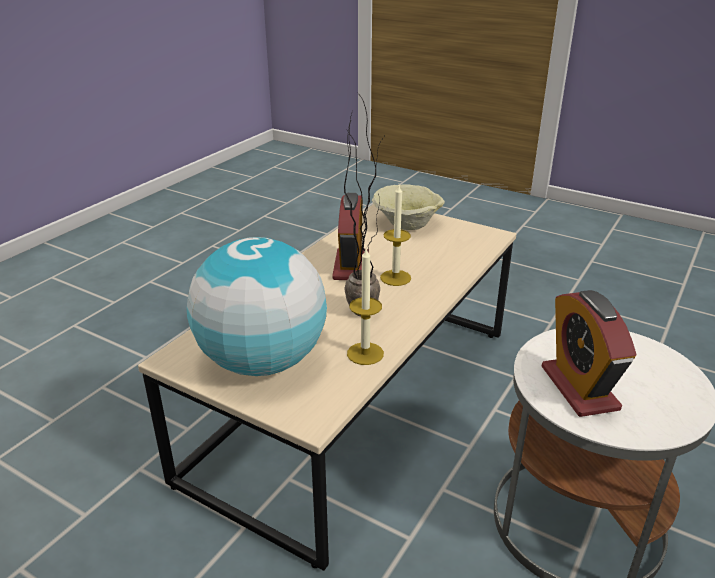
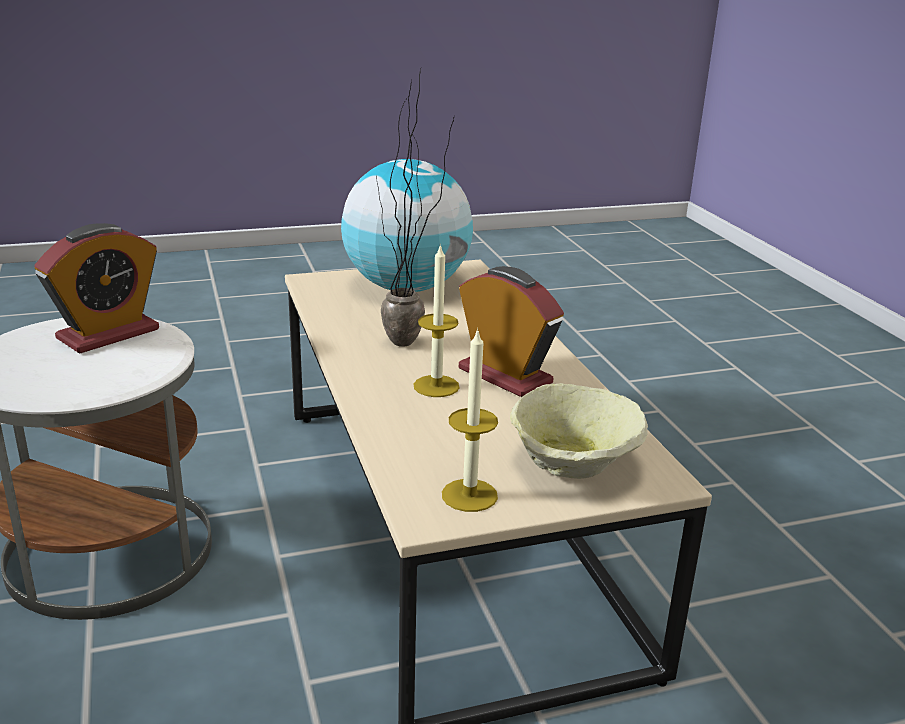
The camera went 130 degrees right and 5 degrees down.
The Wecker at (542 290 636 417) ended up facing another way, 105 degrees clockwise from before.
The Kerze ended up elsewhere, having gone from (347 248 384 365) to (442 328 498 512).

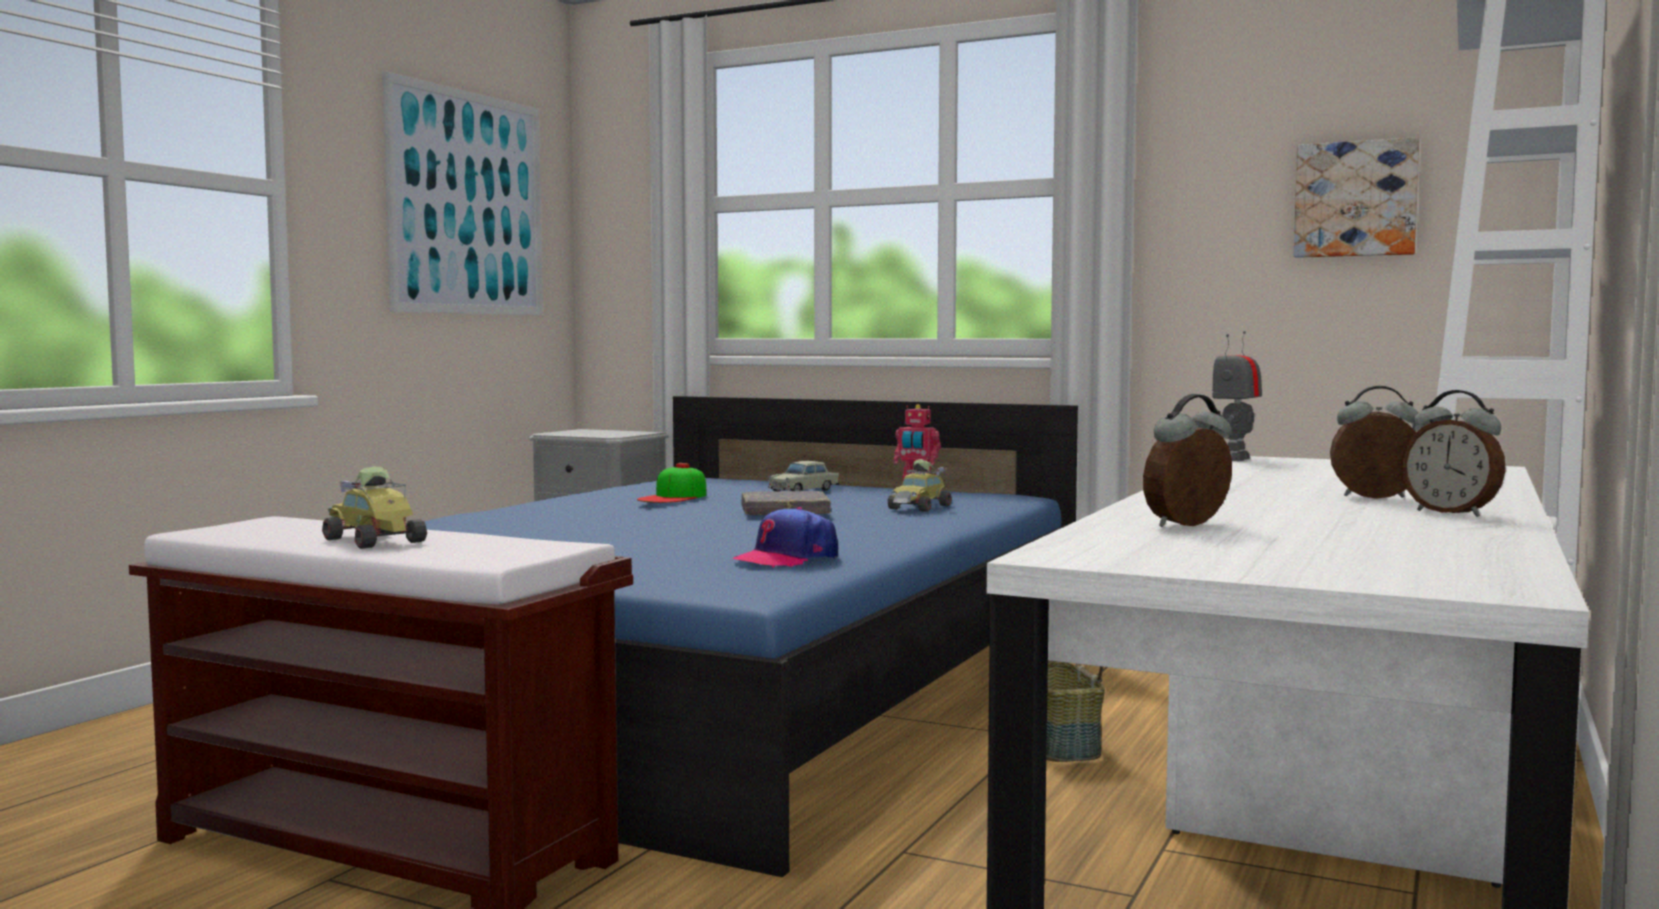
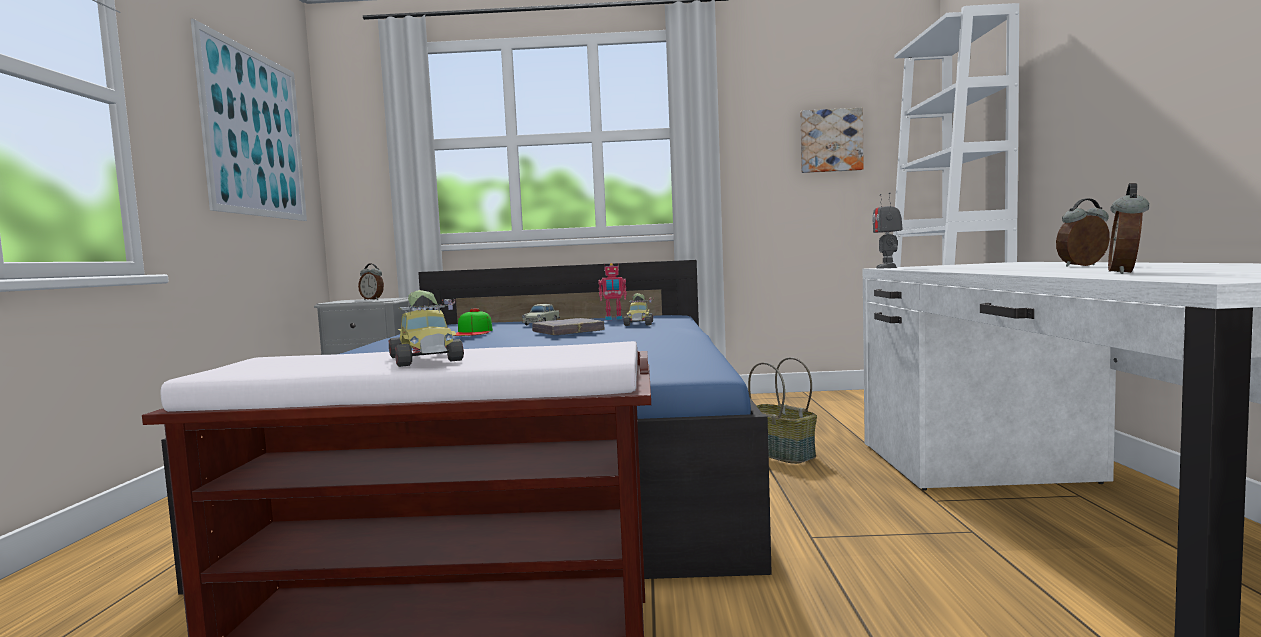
The camera went 25 degrees left and 0 degrees up.
The Wecker ended up elsewhere, having gone from (1401 390 1506 517) to (358 263 384 300).
The Spielzeugauto at (322 466 427 549) ended up facing another way, 135 degrees counterclockwise from before.
The second view lost the Kappe at (732 507 838 568).

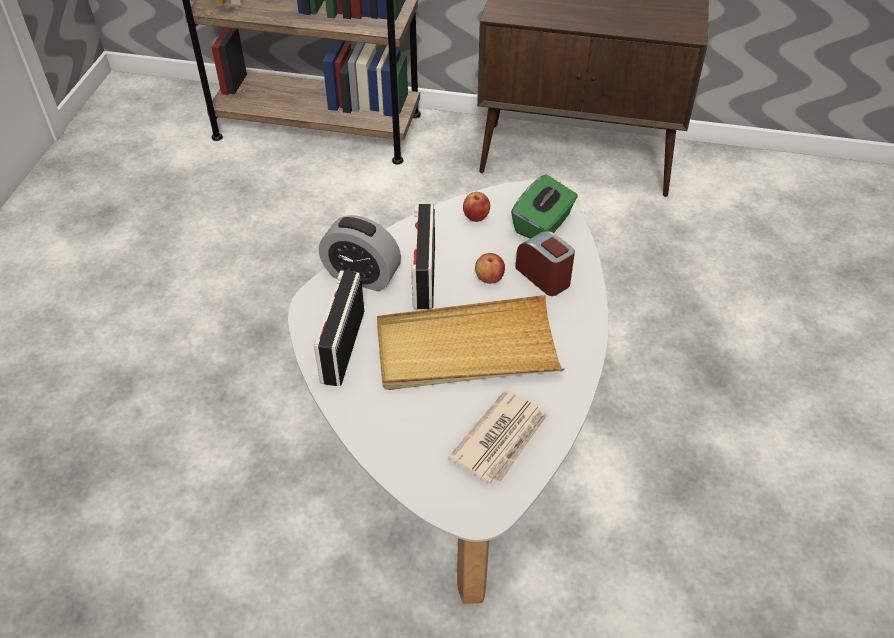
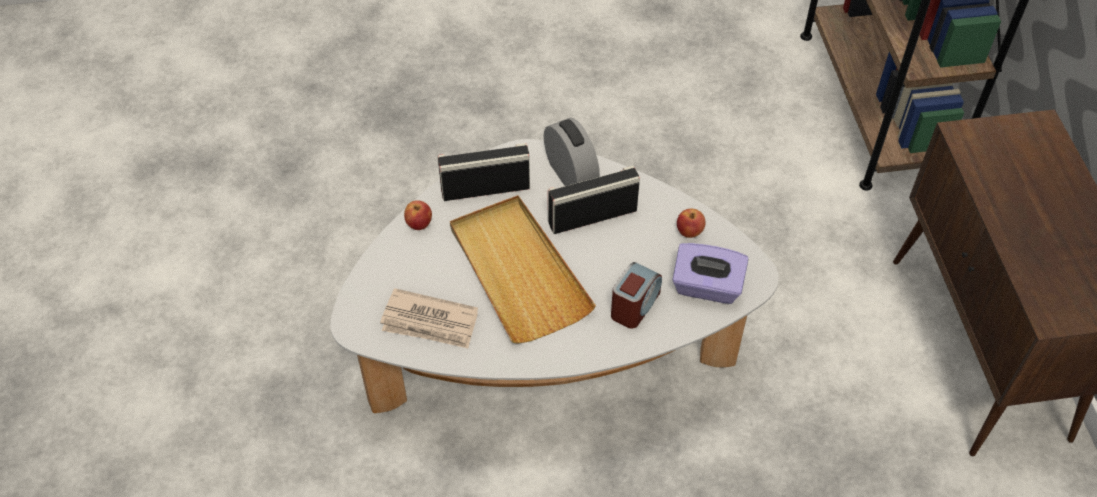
The camera went 70 degrees right and 5 degrees up.
The Apfel ended up elsewhere, having gone from (475 253 505 284) to (404 200 432 230).
The Wecker at (319 215 401 291) ended up facing another way, 150 degrees clockwise from before.
What was the Taschentuchbox/grün at (511 174 578 239) turned into the Taschentuchbox/lila at (672 243 748 304).

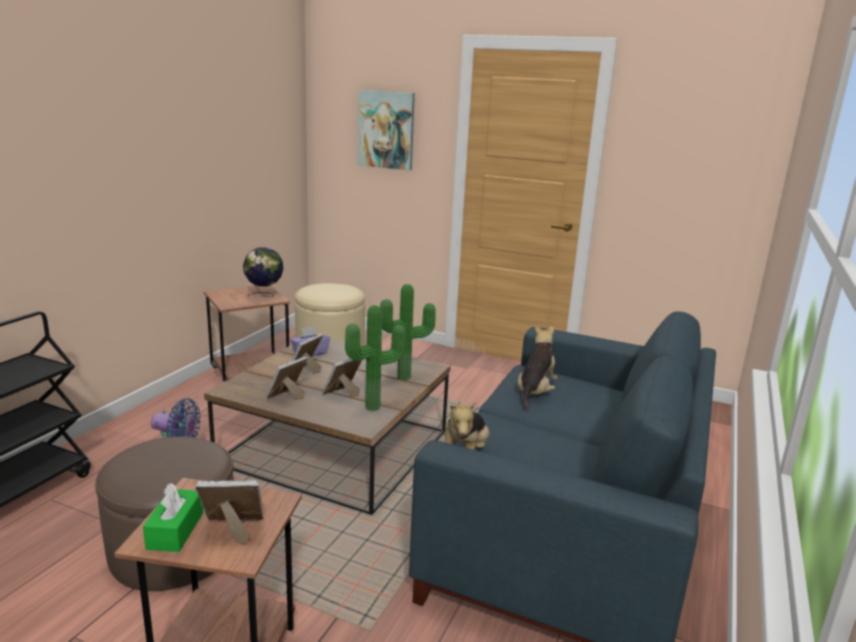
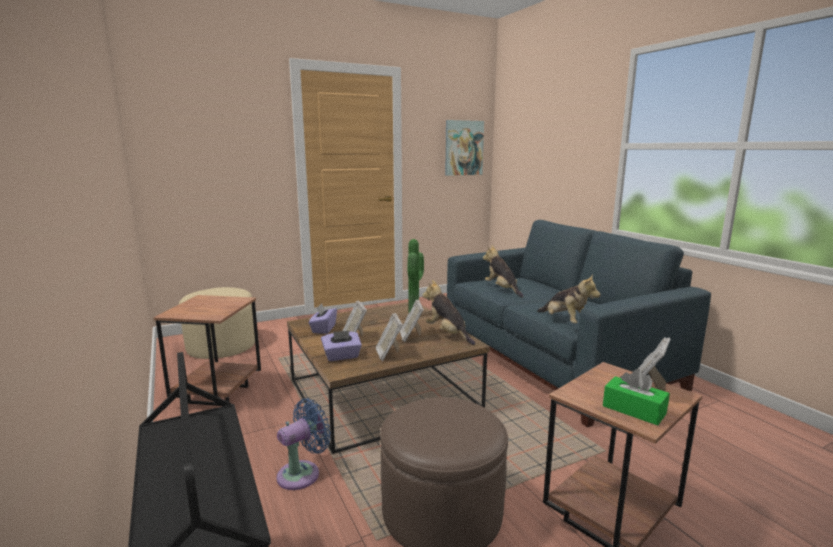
The camera went 50 degrees left and 5 degrees down.
The second view gained the Taschentuchbox/lila at (321 330 362 361).
Where the Topfpflanze stood at (345 305 406 411), the Plüschtier came to stand at (422 280 475 345).
The Bild ended up elsewhere, having gone from (358 90 415 171) to (445 120 484 176).
The second view lost the Globus at (243 247 283 297).

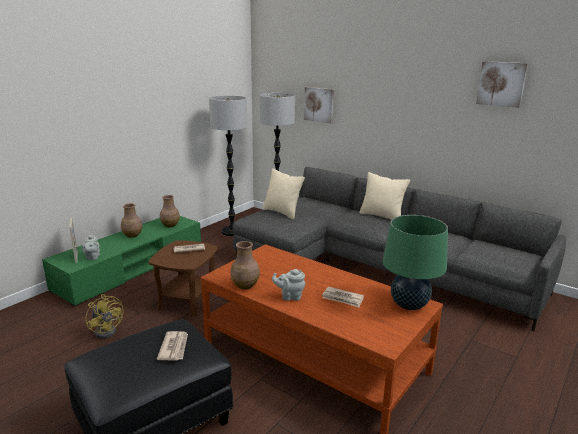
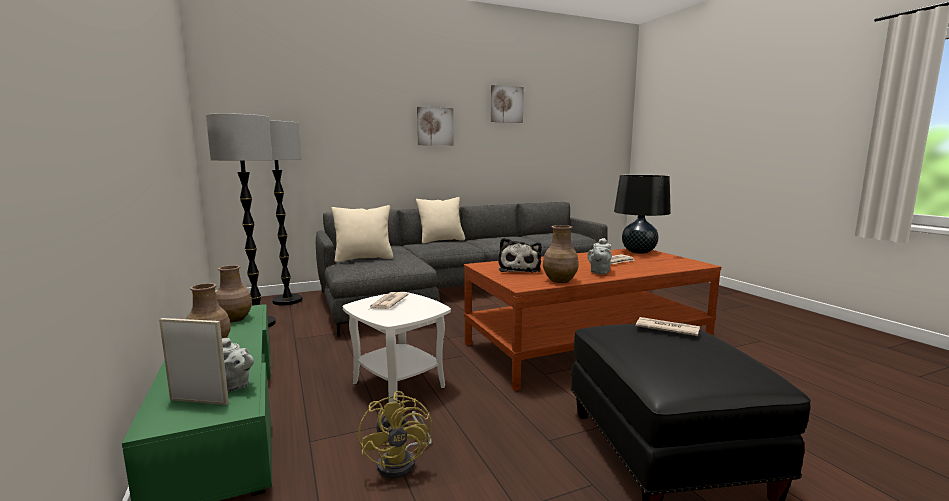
The camera went 60 degrees left and 10 degrees down.
What was the Beistelltisch/braun at (149 240 218 317) turned into the Beistelltisch/weiß at (343 292 451 403).
The Ventilator/gelb at (86 294 124 339) ended up facing another way, 90 degrees clockwise from before.
The Bild ended up elsewhere, having gone from (304 87 334 124) to (417 107 453 146).
The second view gained the Plüschtier at (498 238 542 272).
What was the Tischlampe/grün at (383 215 448 310) turned into the Tischlampe/schwarz at (614 175 671 254).

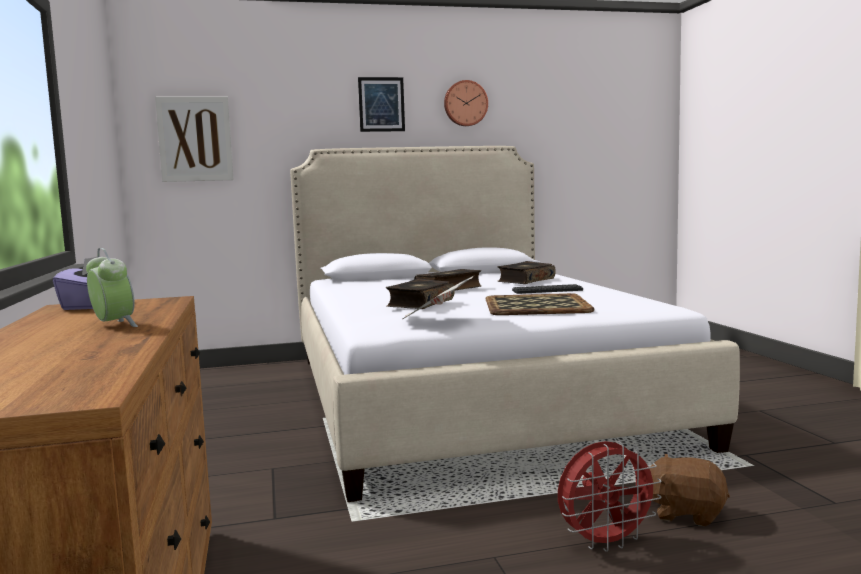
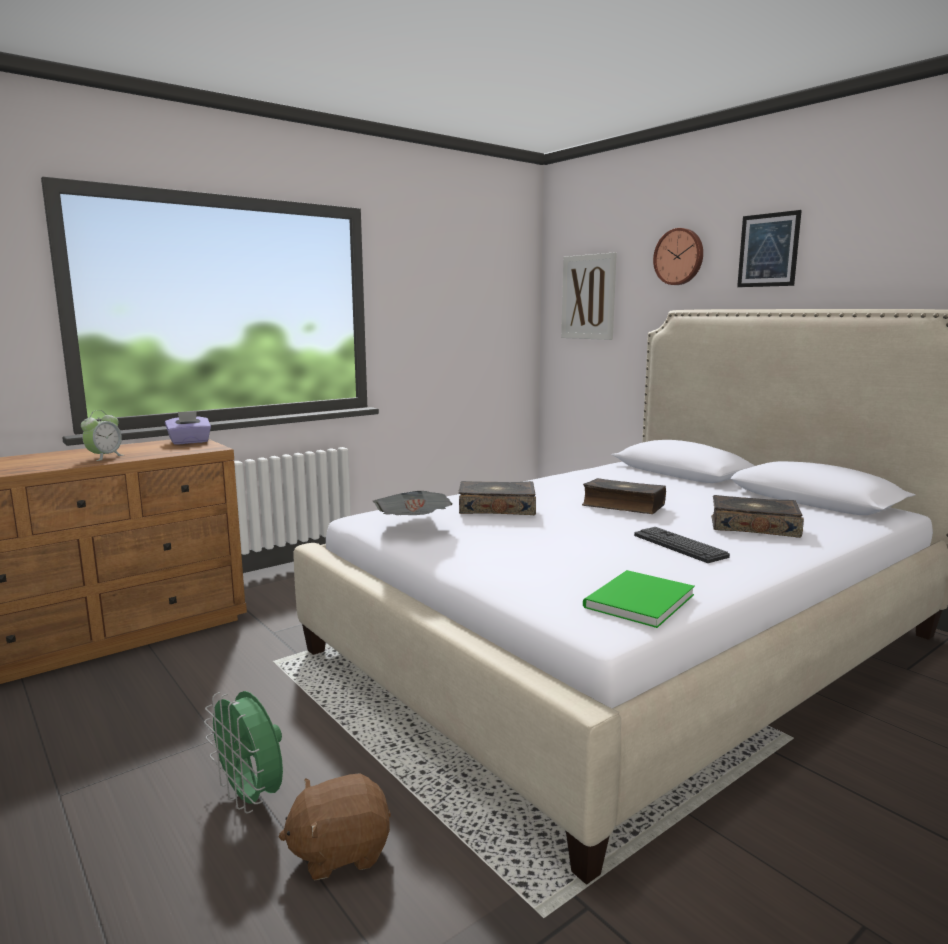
The camera went 65 degrees right and 5 degrees up.
What was the Ventilator/rot at (558 441 661 552) turned into the Ventilator/grün at (204 691 283 814).
The Plüschtier/braun at (650 454 730 526) ended up facing another way, 105 degrees counterclockwise from before.
The second view gained the Buch/grün at (583 570 695 628).
The Wanduhr ended up elsewhere, having gone from (444 80 488 126) to (653 228 703 285).
The second view lost the Tablett at (485 293 594 315).

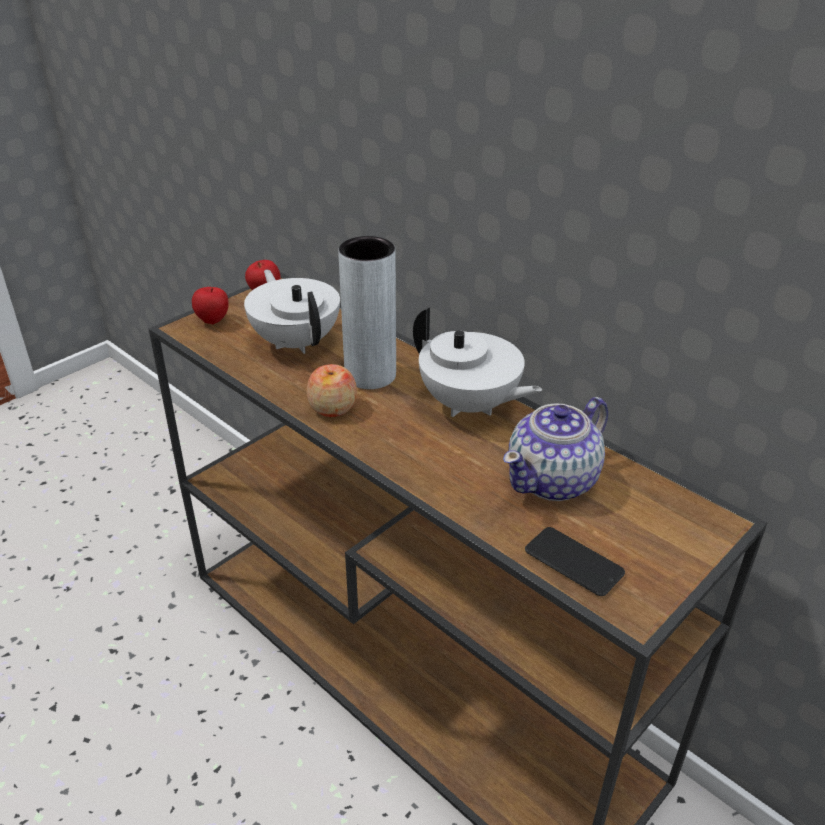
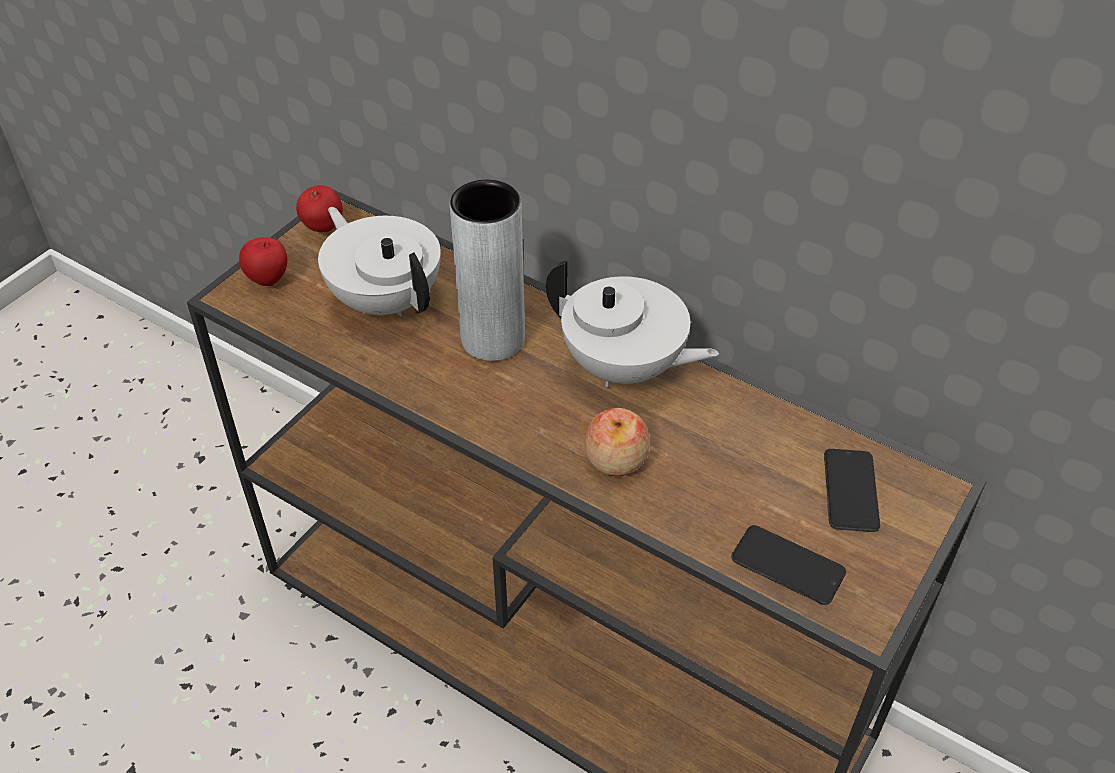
The camera went 10 degrees left and 10 degrees up.
The Apfel ended up elsewhere, having gone from (307 364 357 417) to (584 408 650 476).
The second view gained the Handy at (824 449 880 532).
The second view lost the Teekanne at (503 397 608 501).

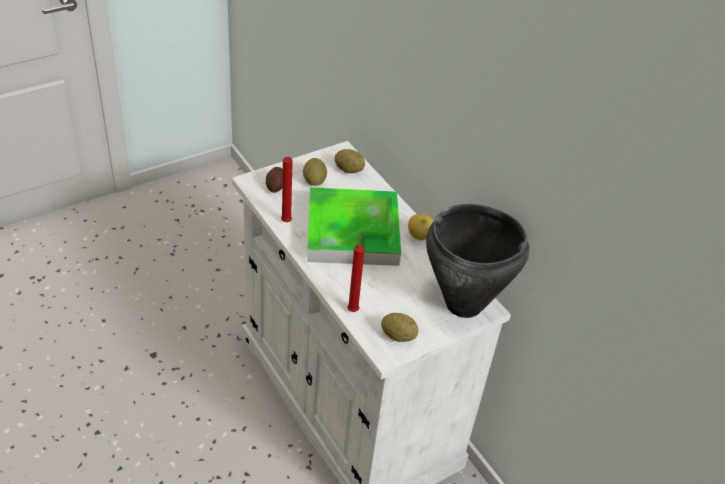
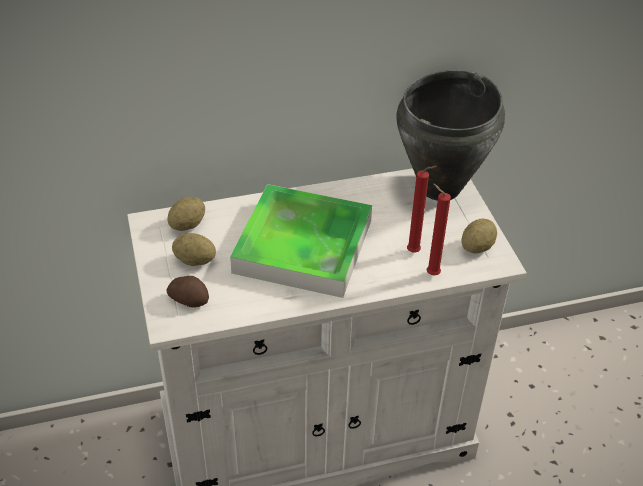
The camera went 70 degrees left and 0 degrees up.
The Kerze/rot ended up elsewhere, having gone from (281 157 293 222) to (407 166 437 252).
The second view lost the Apfel at (408 214 433 240).

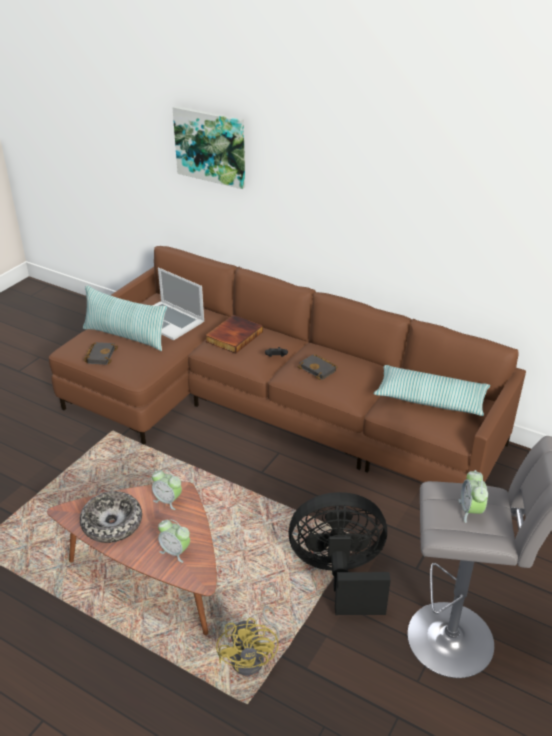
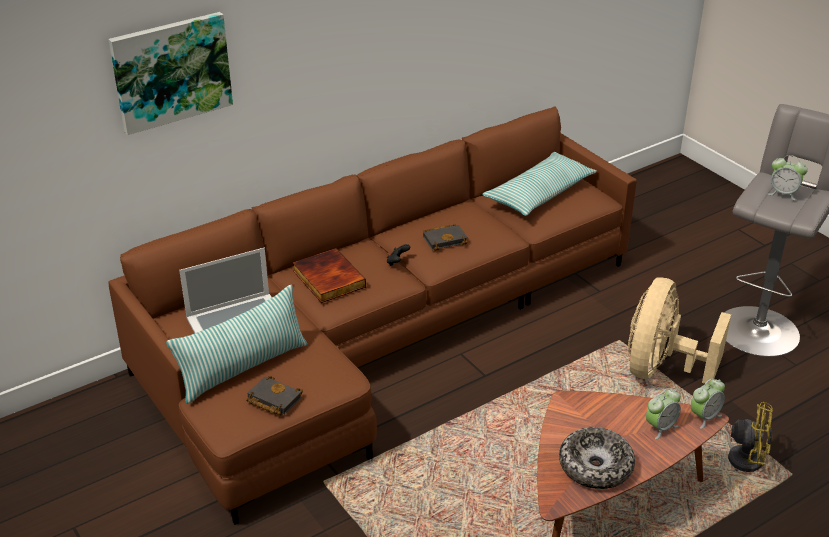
The camera went 65 degrees left and 0 degrees up.
What was the Ventilator/schwarz at (288 492 391 615) turned into the Ventilator/beige at (627 278 731 384).
The Wecker ended up elsewhere, having gone from (152 469 182 510) to (691 378 725 429).

